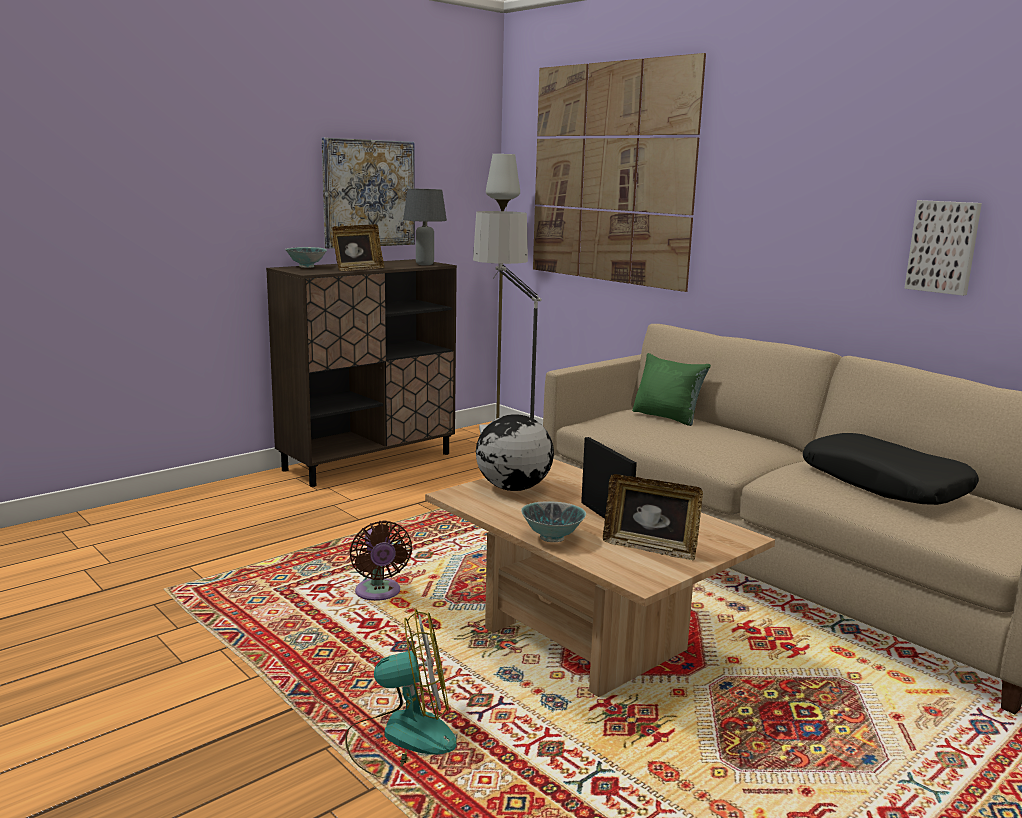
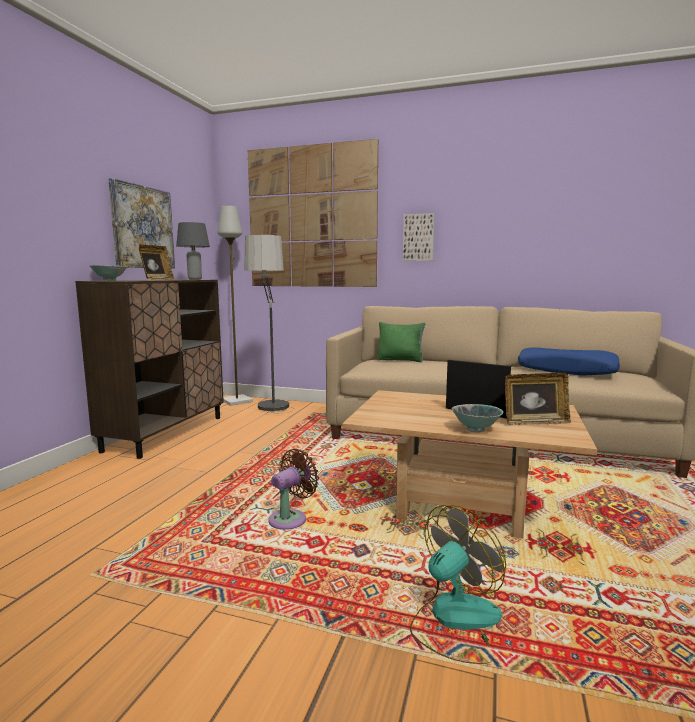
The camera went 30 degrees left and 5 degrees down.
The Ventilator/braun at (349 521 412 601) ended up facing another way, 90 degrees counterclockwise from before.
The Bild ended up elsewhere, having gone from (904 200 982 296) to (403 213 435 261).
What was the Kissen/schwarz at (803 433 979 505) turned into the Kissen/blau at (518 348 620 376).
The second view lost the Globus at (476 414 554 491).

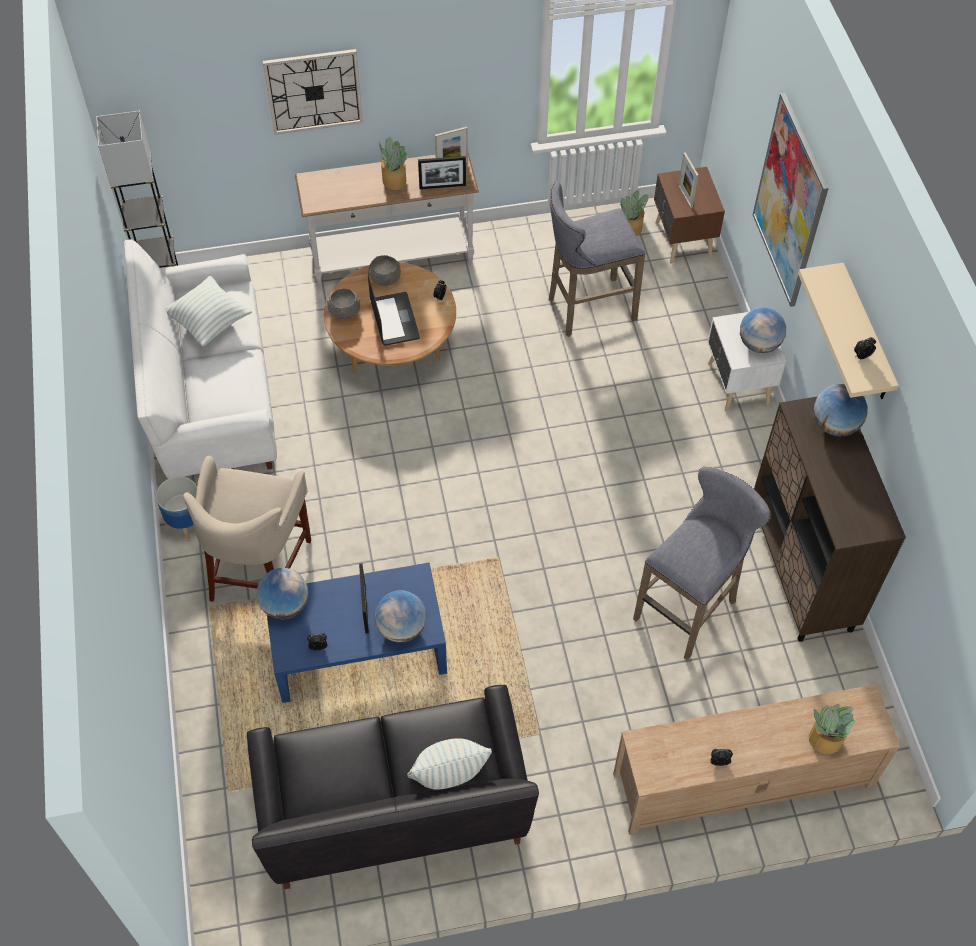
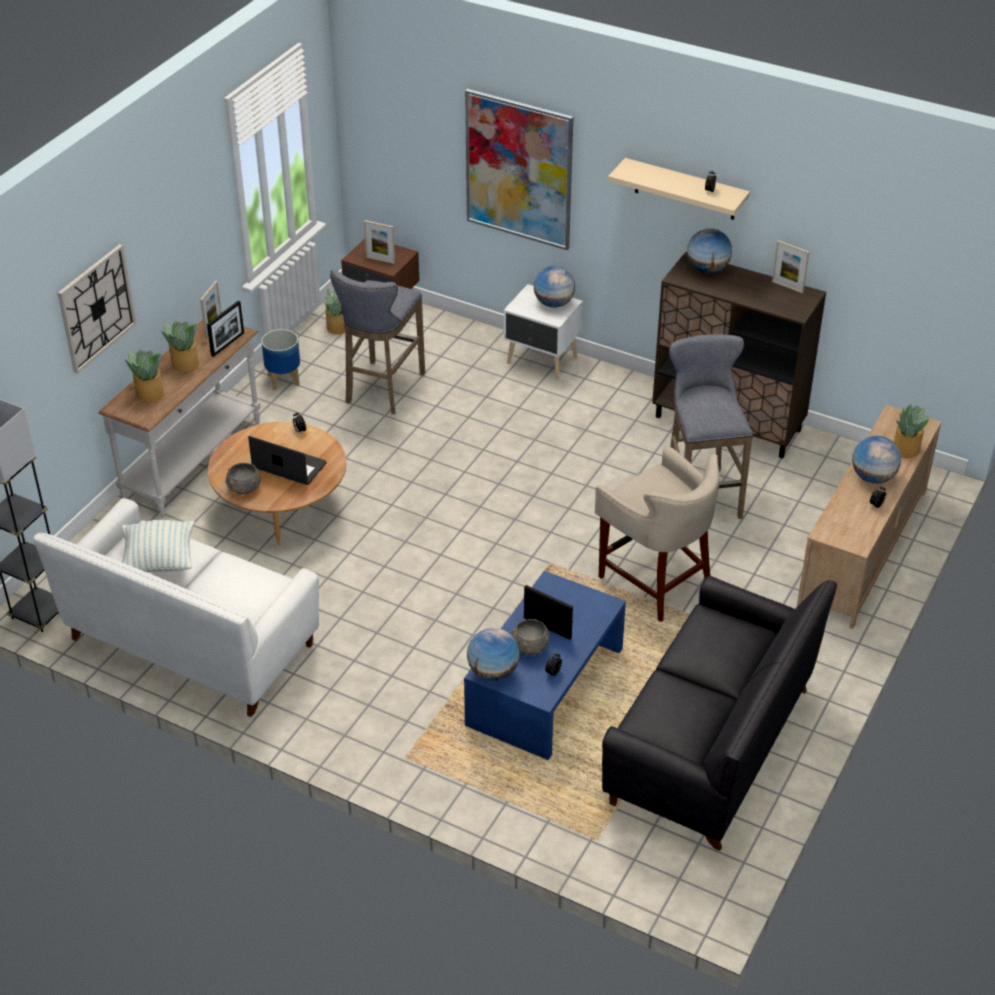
The camera went 50 degrees left and 15 degrees down.
The second view gained the Topfpflanze at (125 350 164 402).
The Pflanzkübel ended up elsewhere, having gone from (156 476 197 541) to (261 329 300 390).
The Schüssel/grau ended up elsewhere, having gone from (368 255 401 286) to (511 619 550 655).
The Hocker/beige ended up elsewhere, having gone from (183 456 311 602) to (595 447 720 622).
The second view gained the Bilderrahmen at (772 240 809 294).
The Globus ended up elsewhere, having gone from (375 590 426 643) to (852 436 901 484).
The second view lost the Kissen at (407 738 492 790).

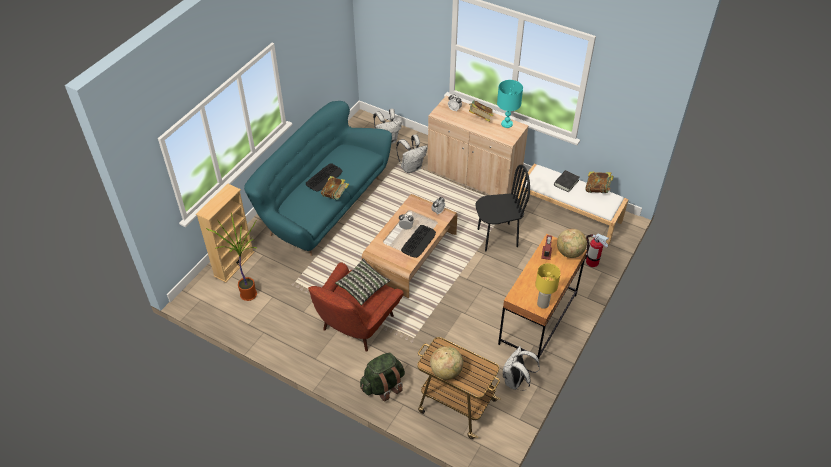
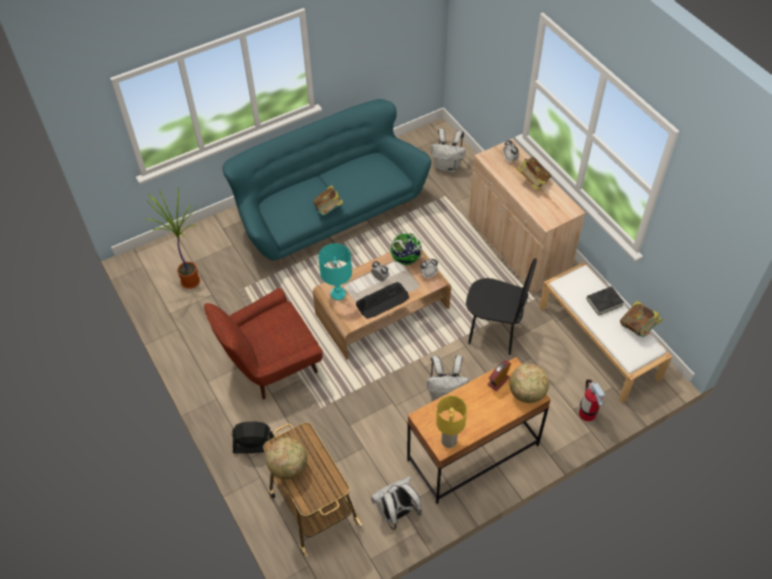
The camera went 30 degrees right and 5 degrees up.
Where the Rucksack/grün stood at (360 353 405 401), the Ventilator/schwarz came to stand at (232 421 274 453).
The Tischlampe/türkis ended up elsewhere, having gone from (497 80 523 128) to (318 243 352 300).
The second view gained the Globus at (390 230 424 265).
The Rucksack/weiß ended up elsewhere, having gone from (396 135 427 173) to (427 355 469 400).
The second view lost the Bücherregal/beige at (196 184 255 283).
The second view lost the Tastatur at (305 163 342 192).
The second view lost the Kissen at (335 259 390 306).

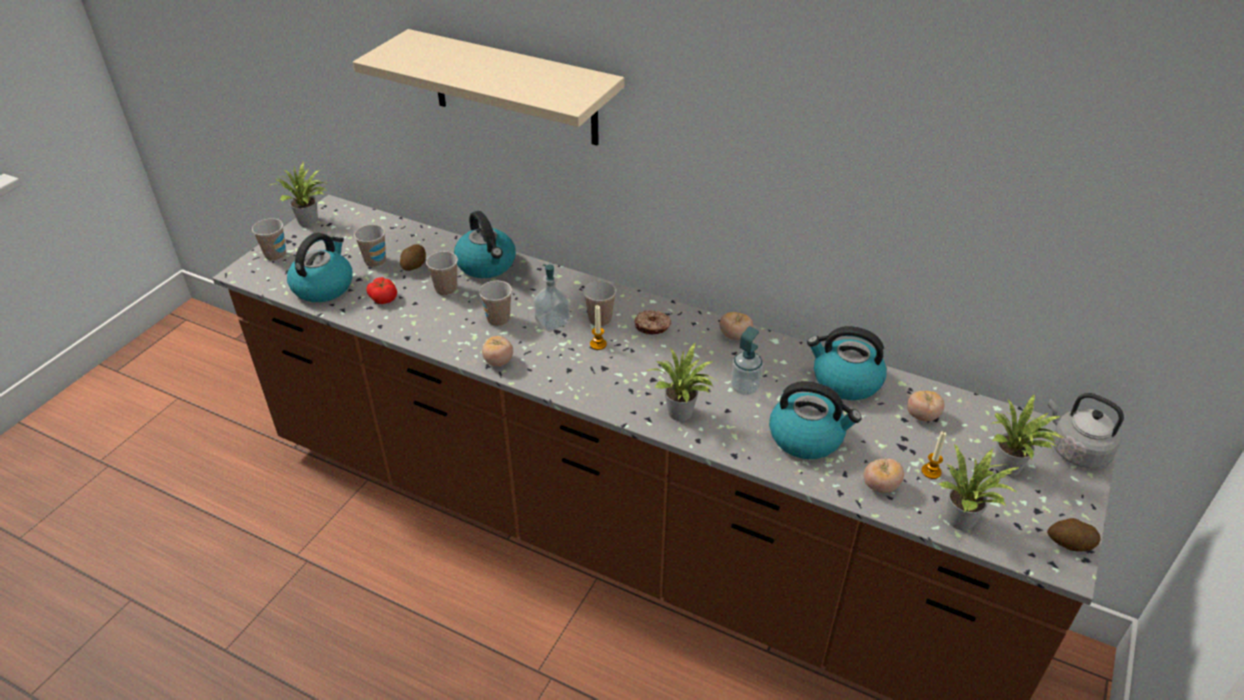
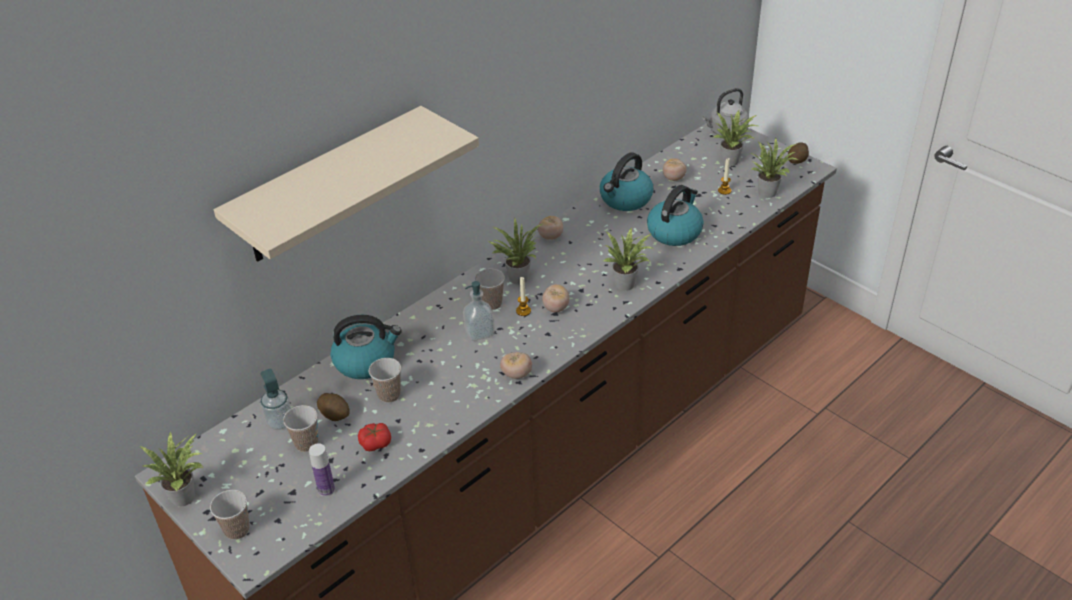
The camera went 70 degrees left and 0 degrees up.
The Seifenspender ended up elsewhere, having gone from (731 326 763 395) to (260 369 291 430).
Where the Wasserkessel stood at (287 233 353 302), the Flasche came to stand at (309 443 335 497).
Where the Donut stood at (635 310 671 334), the Topfpflanze came to stand at (488 218 542 284).
The Tomate ended up elsewhere, having gone from (864 458 904 493) to (542 284 569 312).
The second view lost the Tasse at (479 281 512 327).

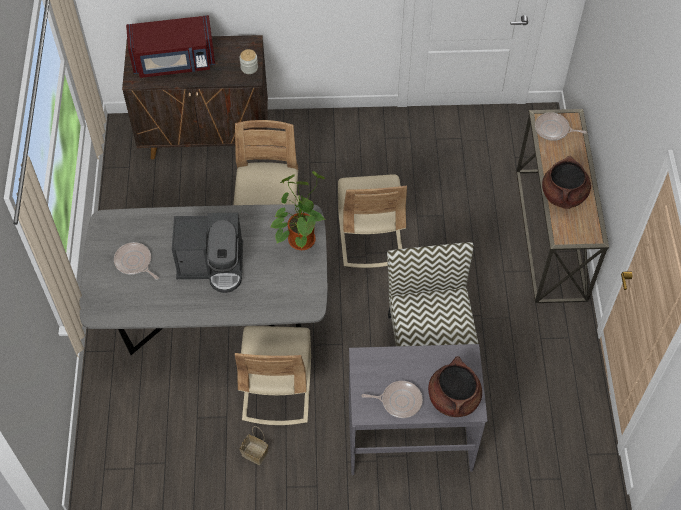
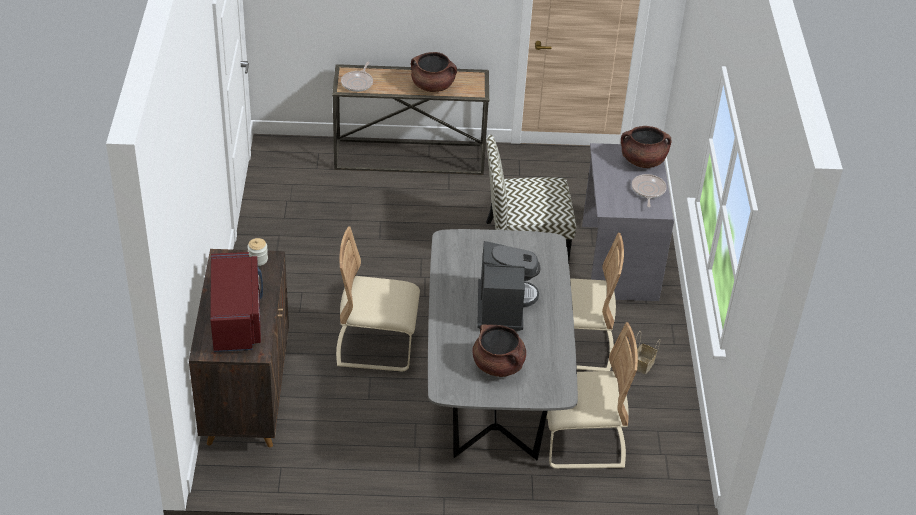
The camera went 90 degrees left and 15 degrees down.
Where the Pfanne stood at (114 242 159 280), the Kochtopf/braun came to stand at (472 324 526 377).
The Stuhl/beige ended up elsewhere, having gone from (338 174 407 268) to (546 322 638 469).
The second view lost the Topfpflanze at (271 171 326 250).

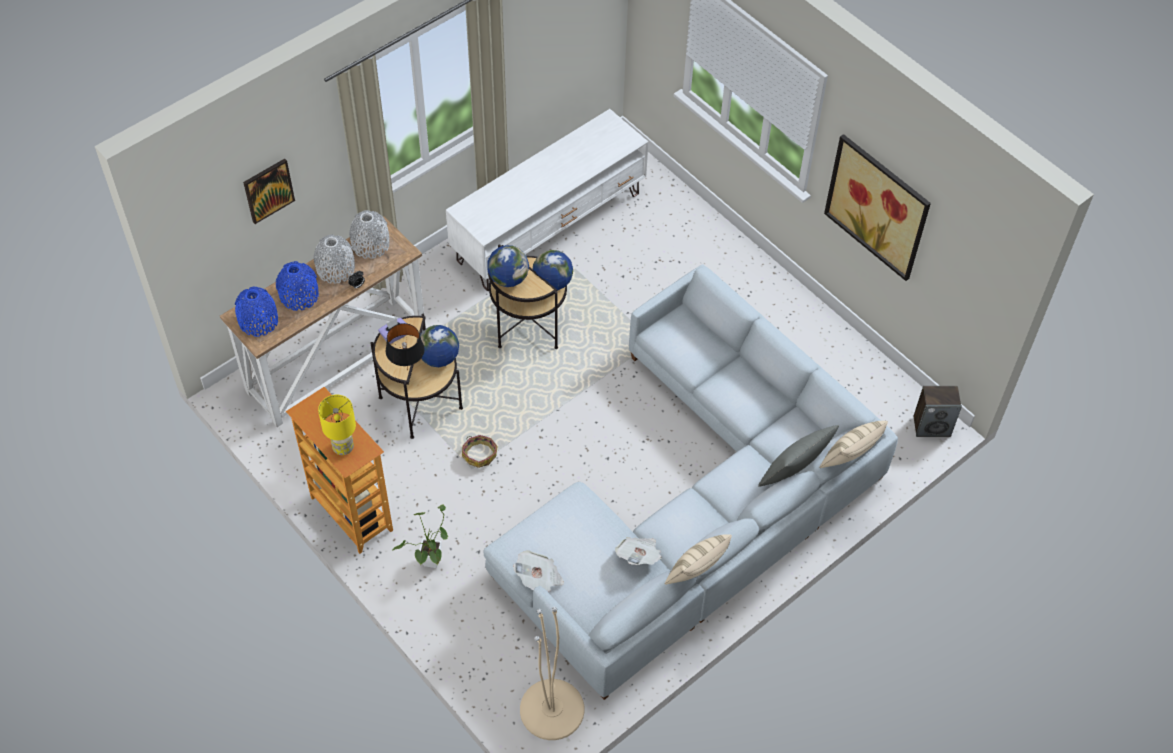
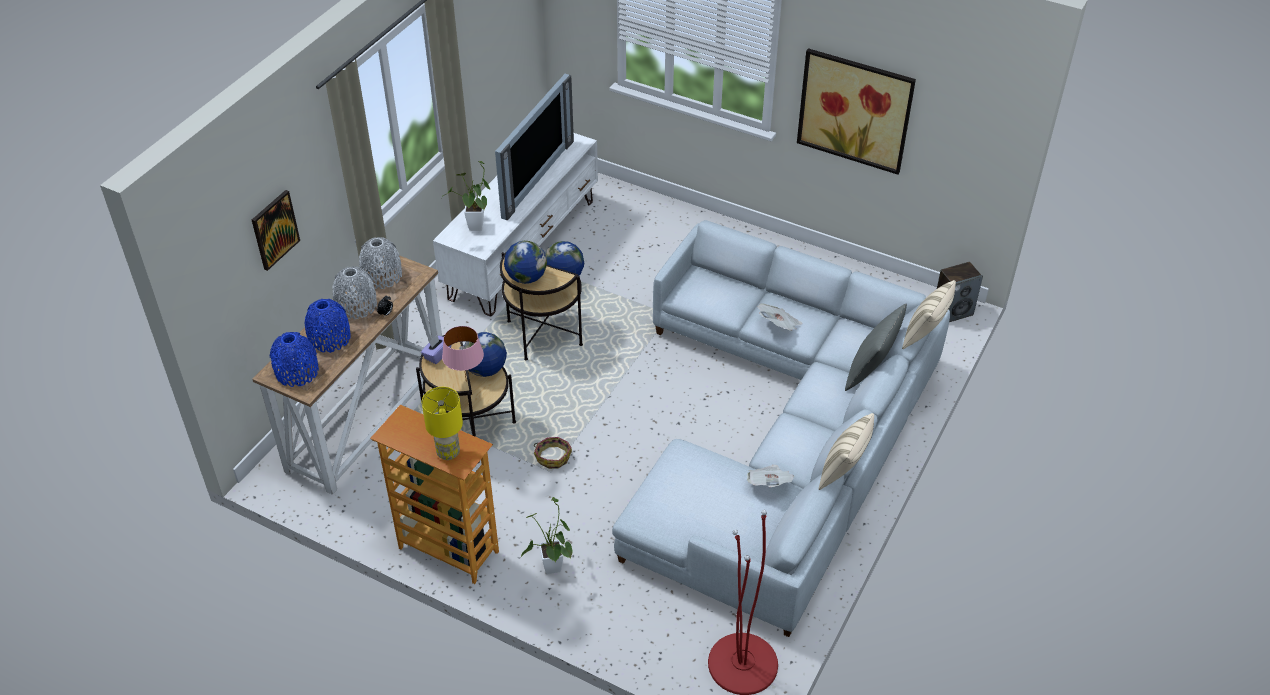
The camera went 20 degrees left and 10 degrees down.
The second view gained the Topfpflanze at (441 161 490 231).
What was the Tischlampe/schwarz at (386 323 425 370) turned into the Tischlampe/rosa at (442 326 484 382).
The second view gained the Fernseher at (495 74 574 220).
What was the Stehlampe/beige at (520 607 584 740) turned into the Stehlampe/rot at (708 510 778 695).
The Zeitung ended up elsewhere, having gone from (513 550 564 591) to (758 303 802 331).

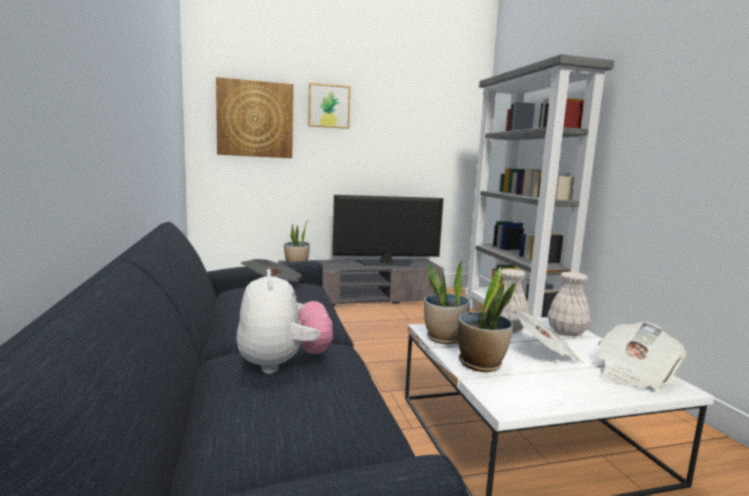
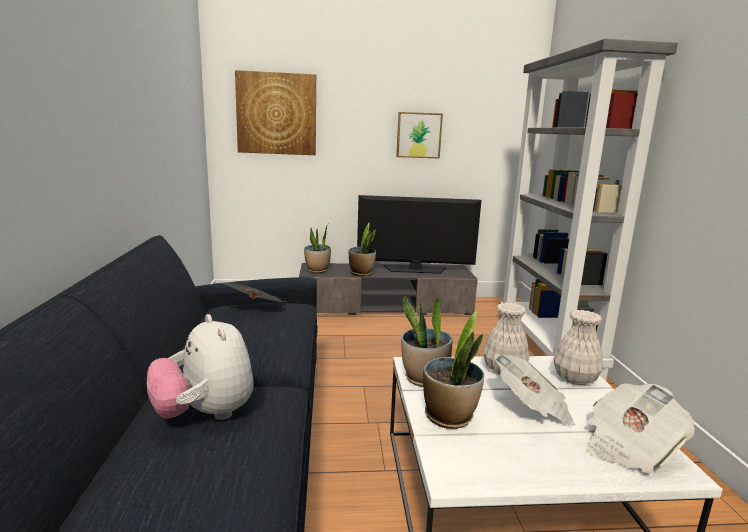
The camera went 10 degrees right and 5 degrees up.
The Plüschtier at (236 269 333 374) ended up facing another way, 150 degrees clockwise from before.
The second view gained the Topfpflanze at (349 222 376 276).
The Bild ended up elsewhere, having gone from (308 83 351 129) to (396 112 443 158).

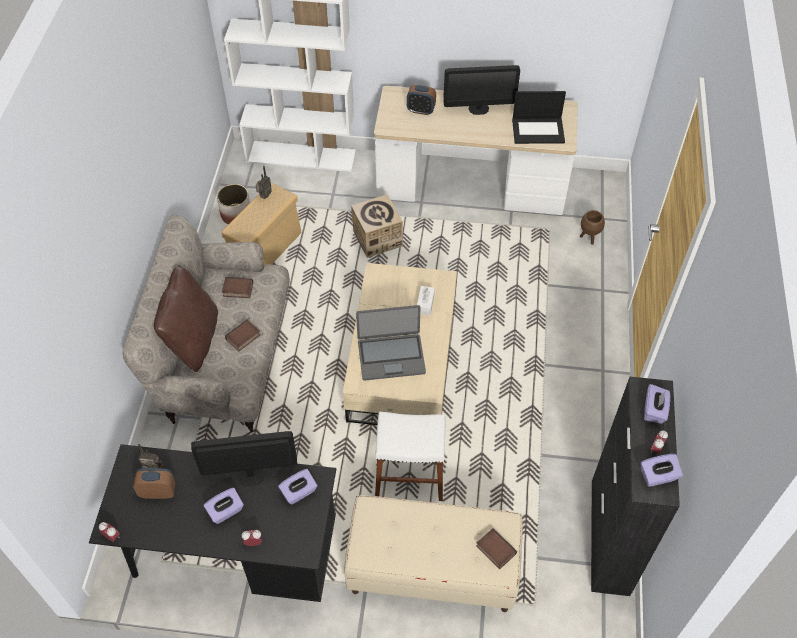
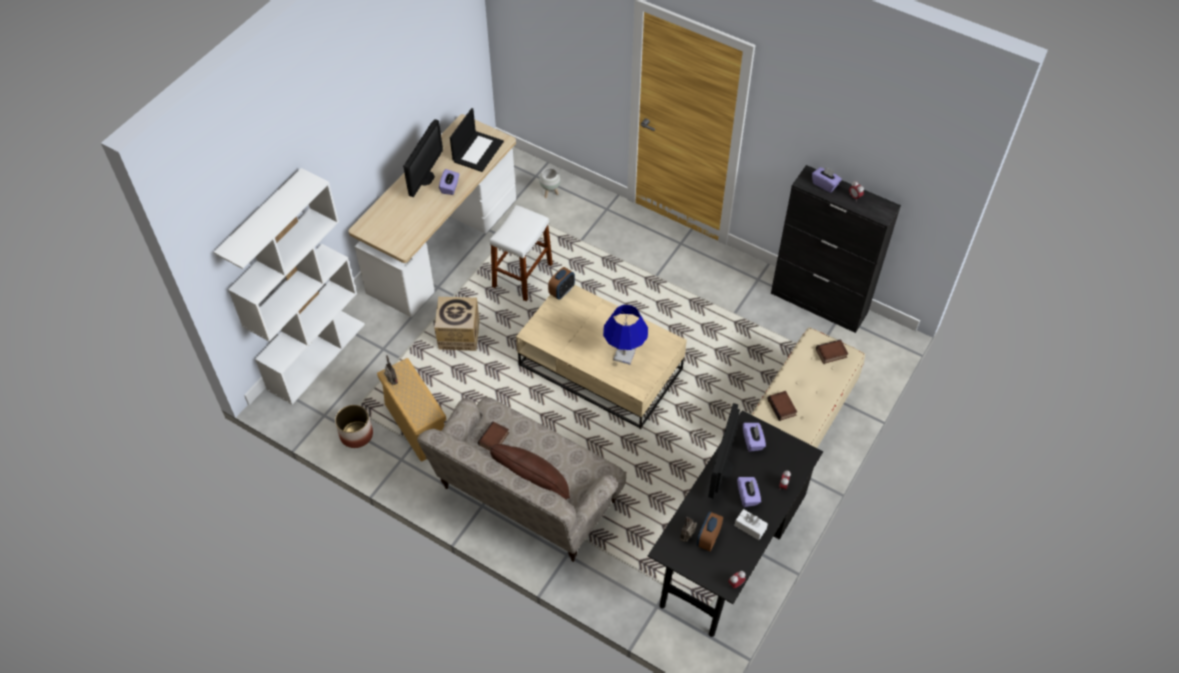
The camera went 65 degrees left and 0 degrees up.
The Taschentuchbox/lila ended up elsewhere, having gone from (641 454 683 487) to (439 169 460 195).
The Hocker/weiß ended up elsewhere, having gone from (375 412 445 501) to (490 205 553 301).
What was the Pflanzkübel/braun at (580 210 605 245) turned into the Pflanzkübel/weiß at (539 168 561 198).
The Wecker ended up elsewhere, having gone from (407 85 436 115) to (548 267 575 300).
Where the Laptop stood at (356 305 426 381), the Tischlampe/blau came to stand at (603 305 648 365).
The Taschentuchbox/weiß ended up elsewhere, having gone from (417 286 435 315) to (734 509 768 540).
The Buch ended up elsewhere, having gone from (225 320 261 351) to (767 391 797 421).

